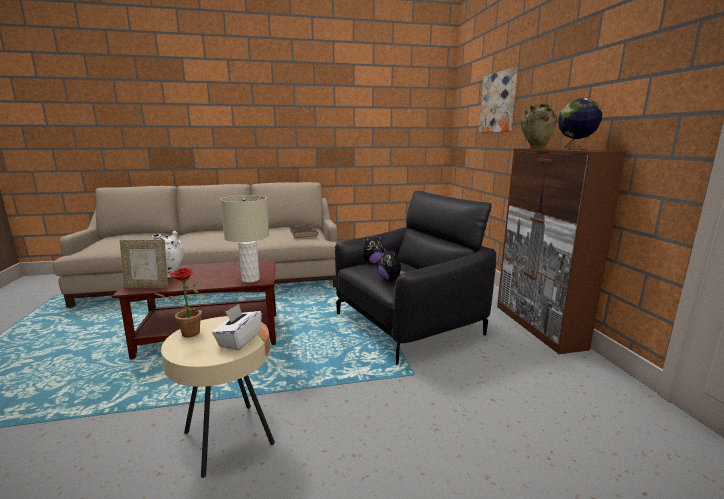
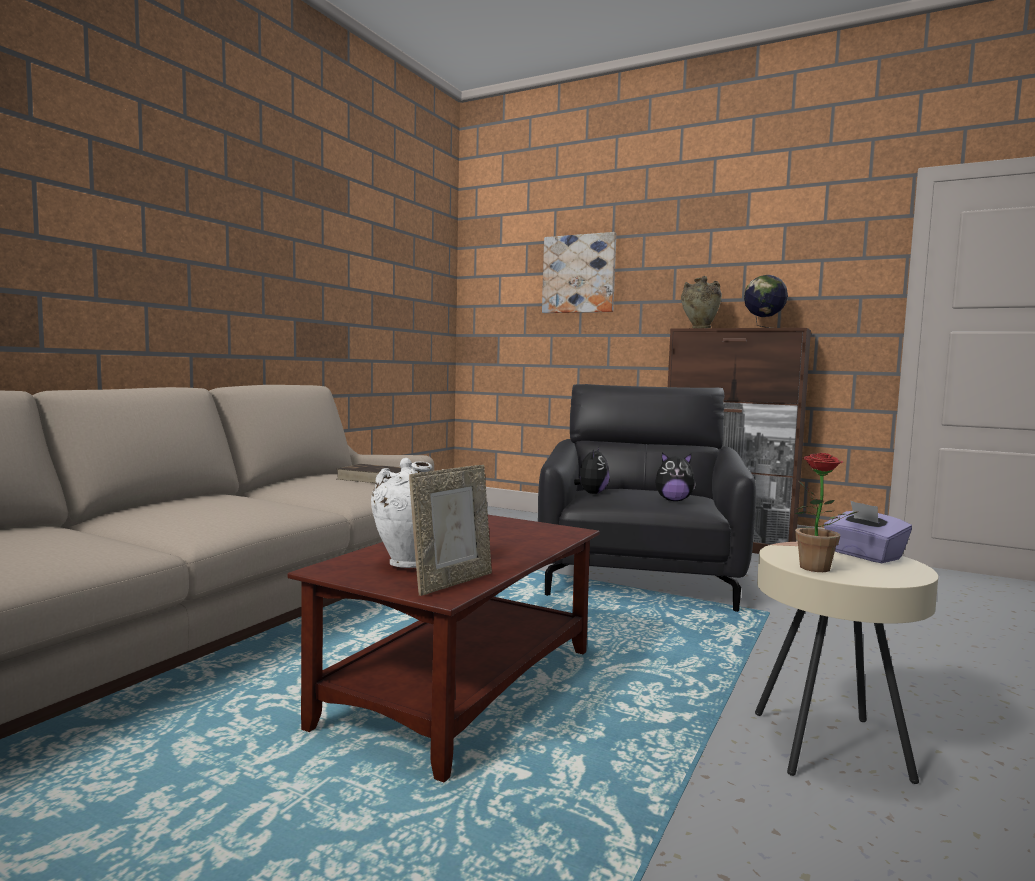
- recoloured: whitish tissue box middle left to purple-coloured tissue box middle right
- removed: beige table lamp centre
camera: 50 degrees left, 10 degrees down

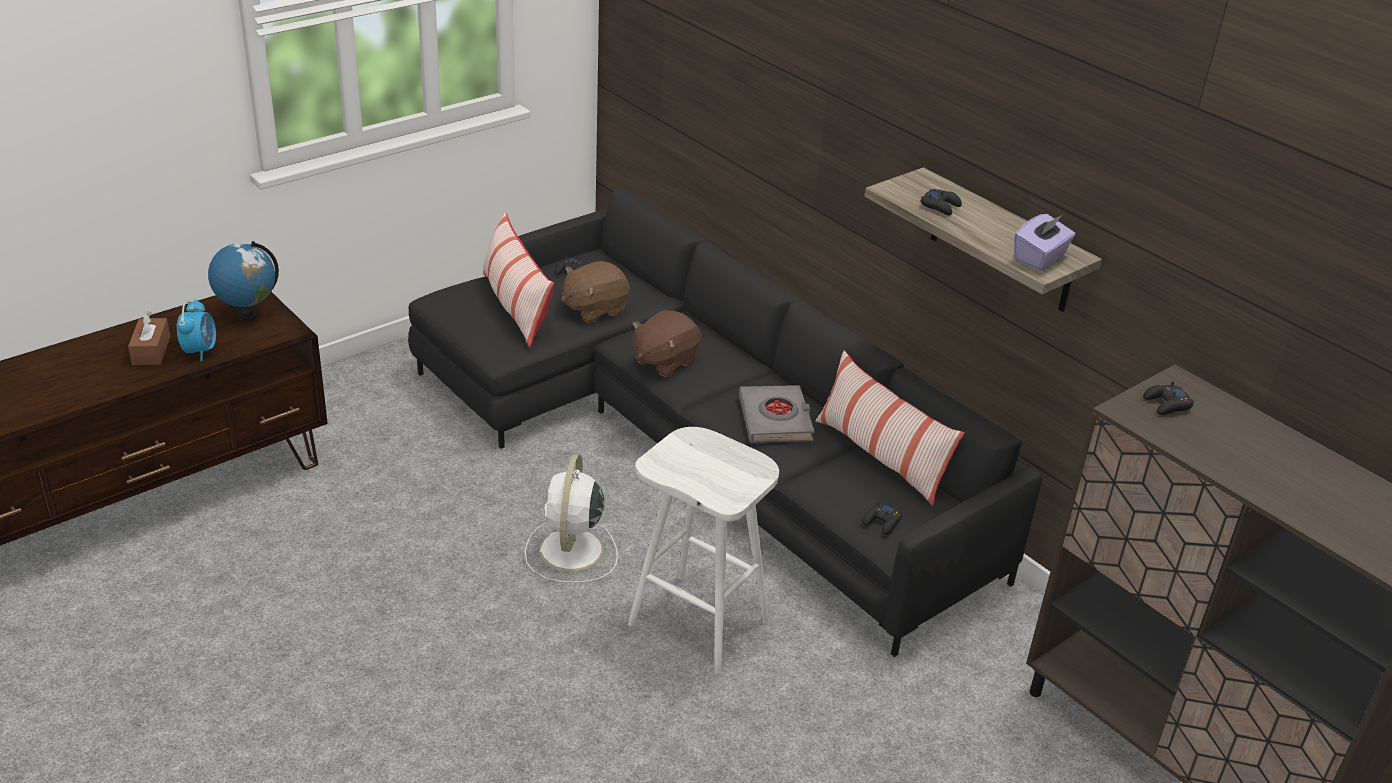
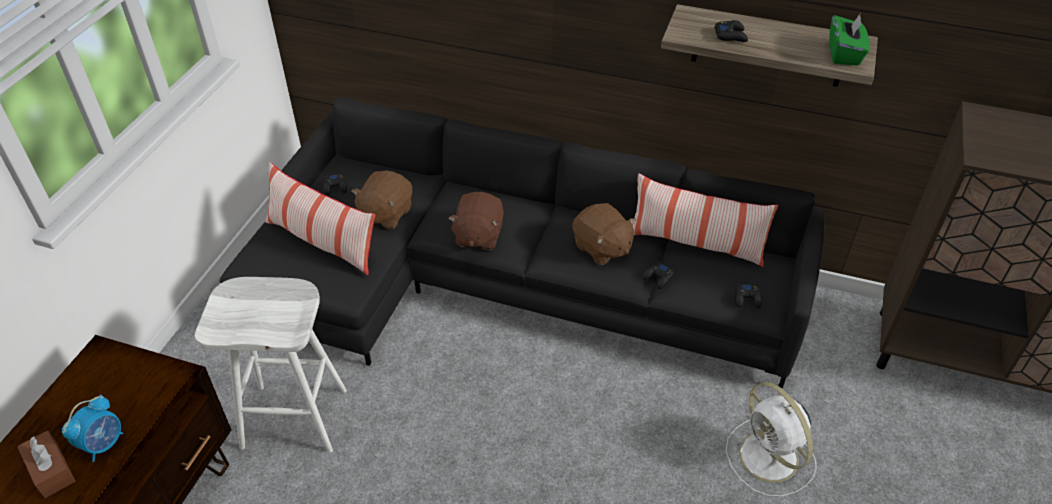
- turned: table clock middle left = bottom left 60 degrees clockwise
- moved: whitish stool bottom centre to bottom left
- replaced: gray book centre to brown-coloured plush toy (3rd from left) centre
- moved: black gamepad (4th from left in the first image) middle right to black gamepad (2nd from left) centre
- moved: whitish fan centre to bottom right
- recoloured: purple-coloured tissue box top right to green tissue box top right
- removed: desk globe middle left
camera: 30 degrees left, 10 degrees up

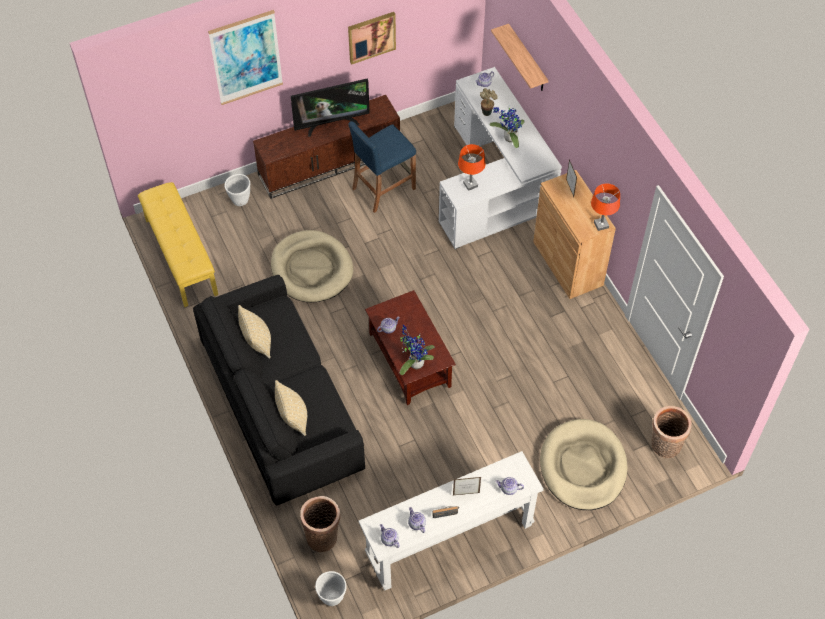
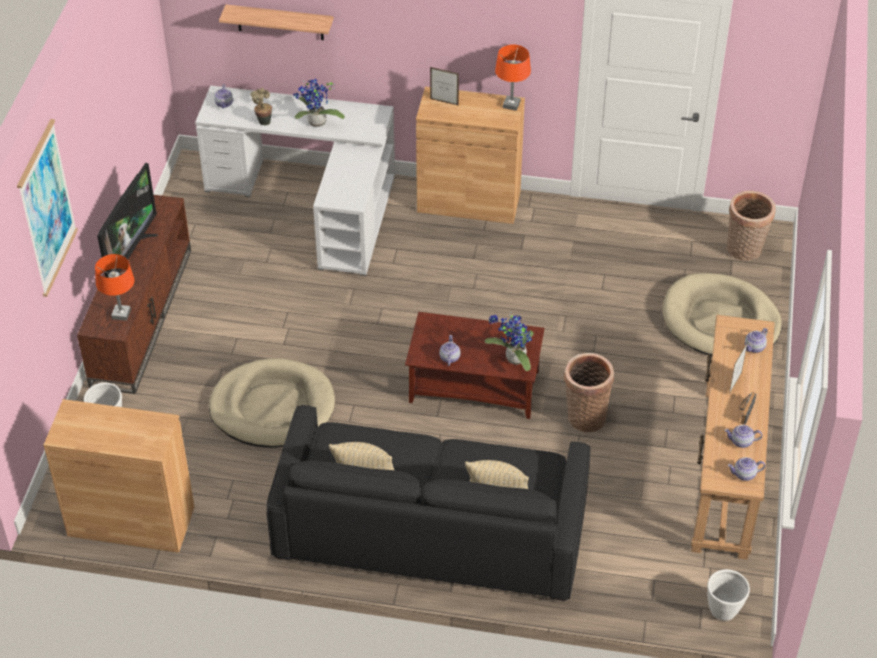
- replaced: yellowish long seat middle left to brown-coloured cupboard (1st from left) bottom left
- moved: orange table lamp (1st from left) top centre to middle left
- moved: basket (1st from left) bottom centre to middle right
- recoloured: whitish hall table bottom centre to brown-coloured hall table middle right
- removed: wall art (2nd from left) top centre
- removed: blue stool top centre
camera: 55 degrees left, 10 degrees down

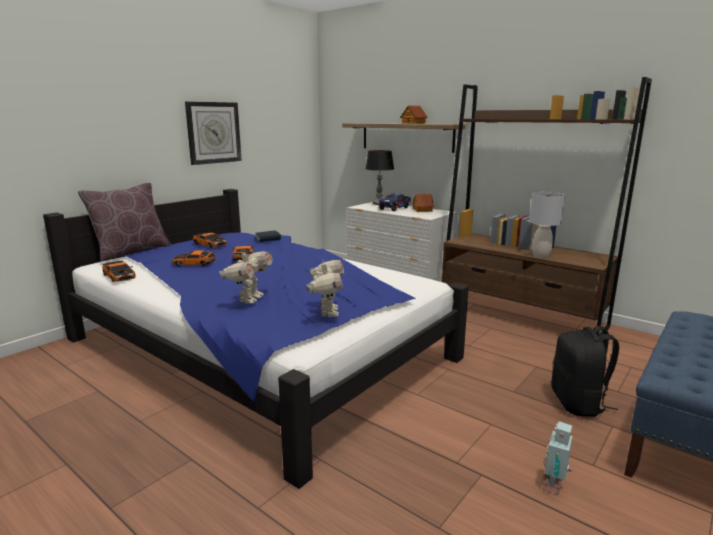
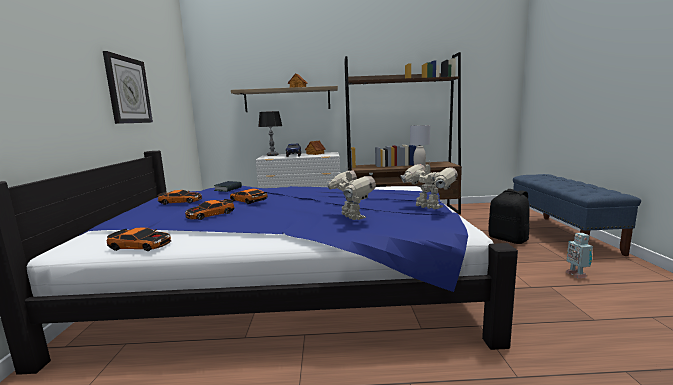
- removed: brown-coloured cushion middle left
camera: 40 degrees left, 5 degrees down

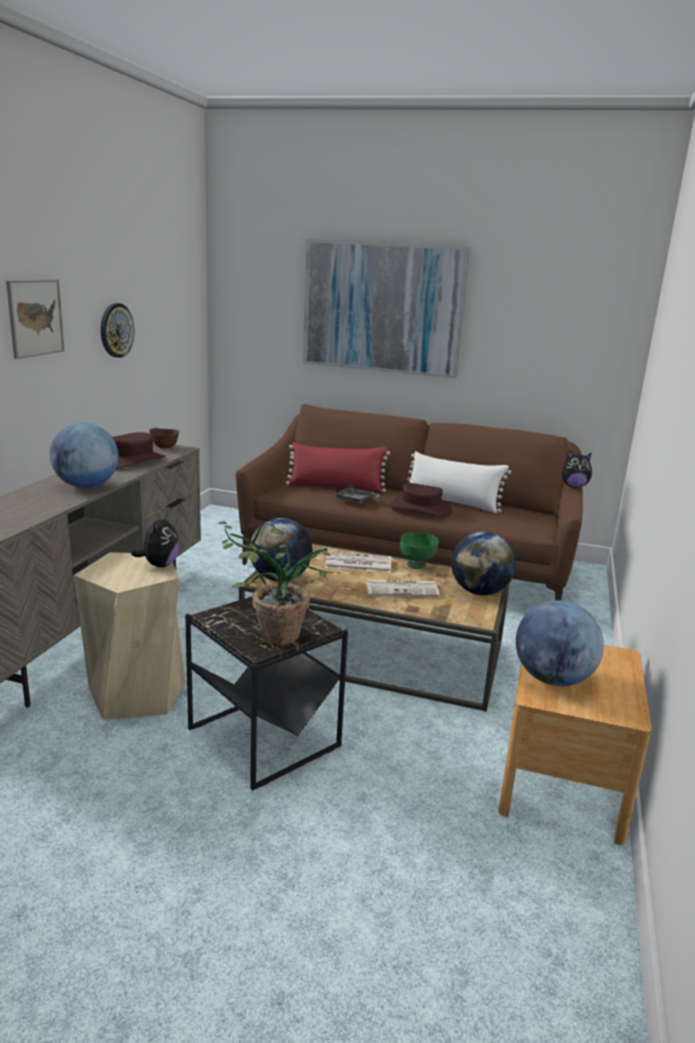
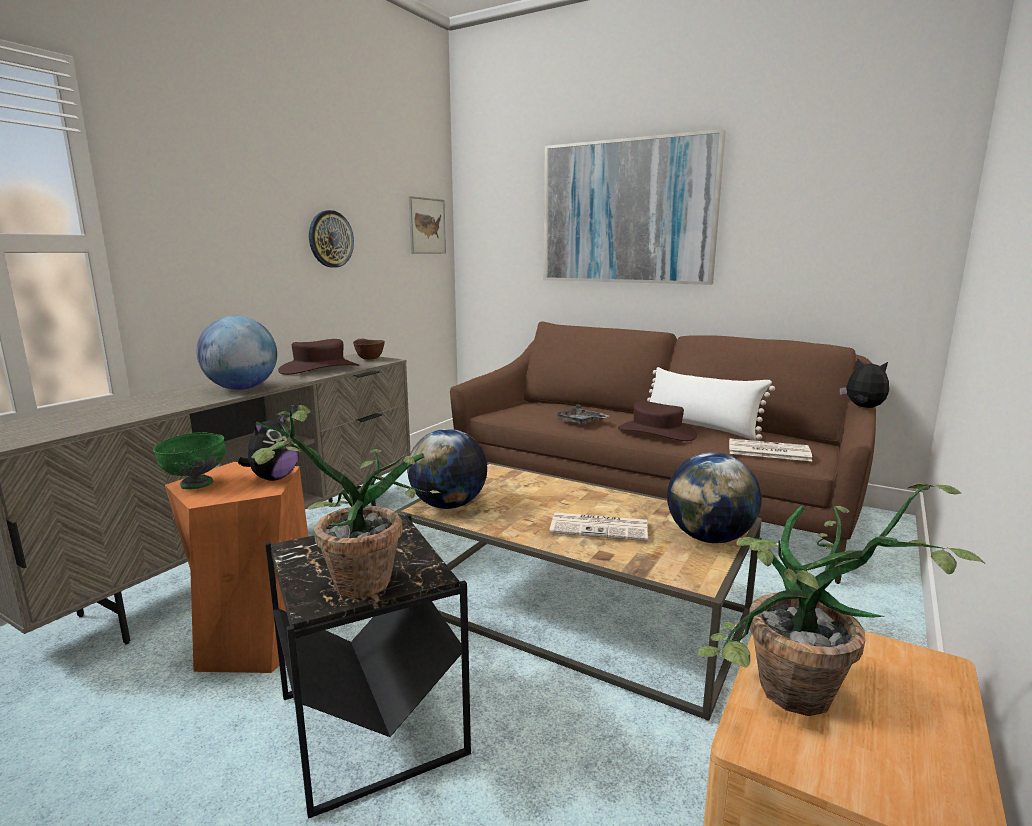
- moved: green deep dish centre to middle left
- recoloured: beige stool middle left to orange stool bottom left
- moved: wall art (1st from left) top left to top centre
- replaced: desk globe (4th from left) middle right to plant in a pot (2nd from left) bottom right
- moved: printed paper (1st from left in the first image) centre to printed paper (2nd from left) middle right
- turned: plush toy (2nd from left) middle right = middle right 150 degrees counterclockwise
- removed: red-coloured cushion centre
camera: 15 degrees right, 5 degrees down

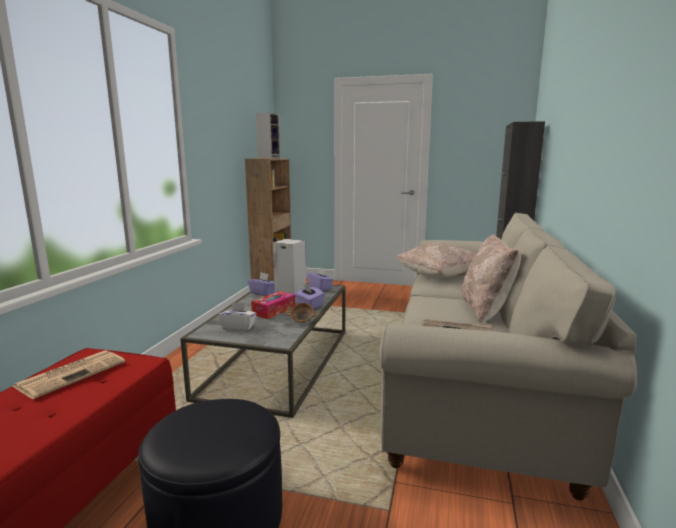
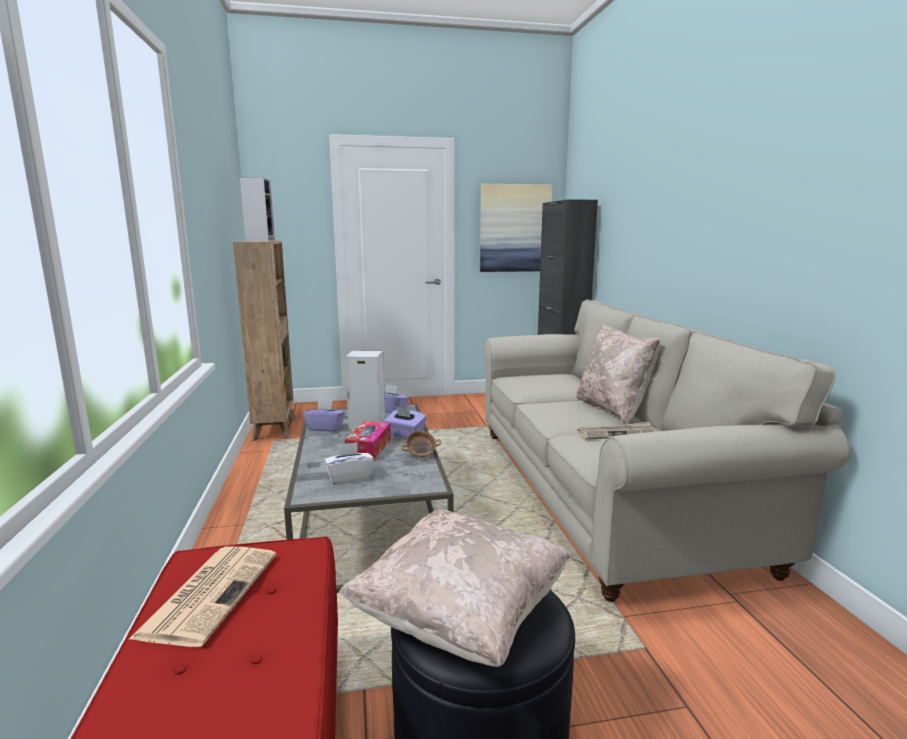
- moved: beige cushion (1st from left) centre to bottom centre
- added: wall art top centre
camera: 25 degrees left, 0 degrees up

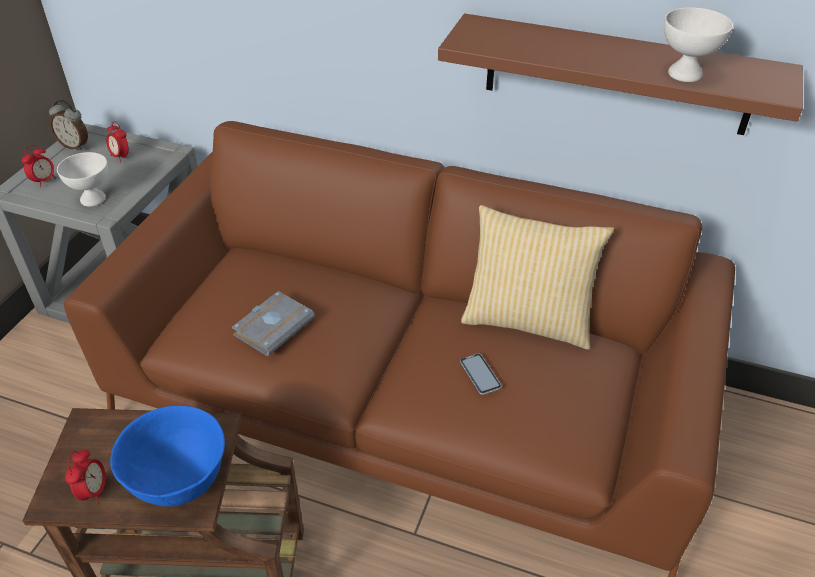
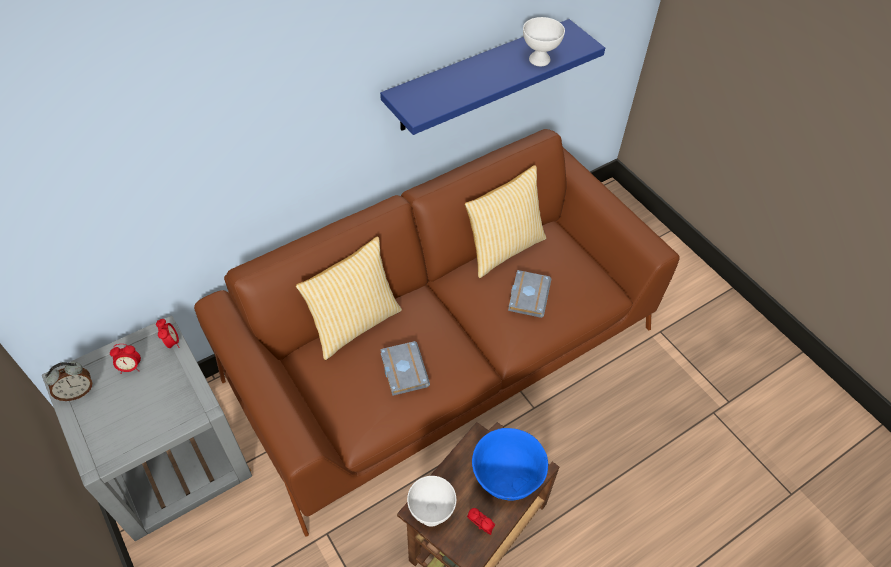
- moved: table clock (1st from left in the first image) top left to table clock (3rd from left) middle left
- added: cushion (1st from left) centre
- recoloured: brown-coloured shelf top right to blue shelf top centre
- moved: whitish deep dish (1st from left) top left to bottom centre
- replaced: handset centre to gray book (2nd from left) centre
camera: 55 degrees left, 10 degrees up

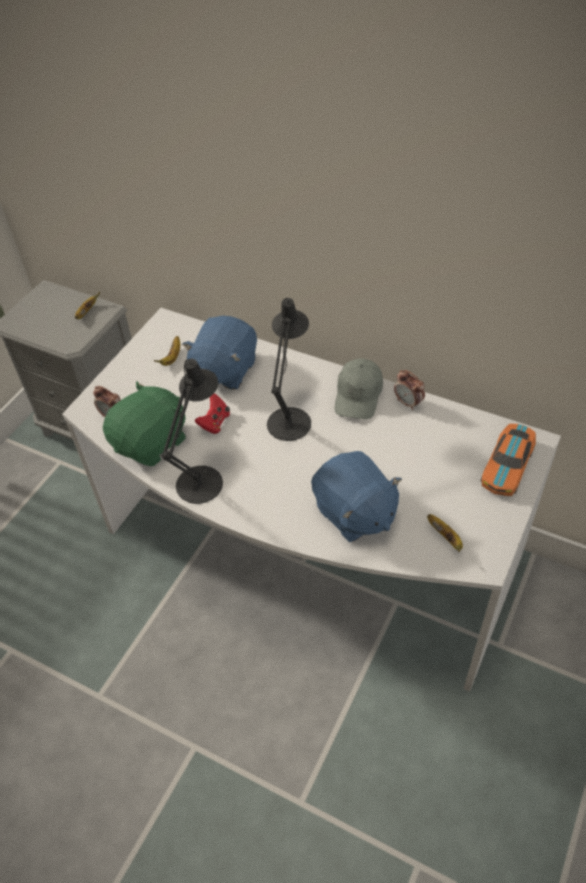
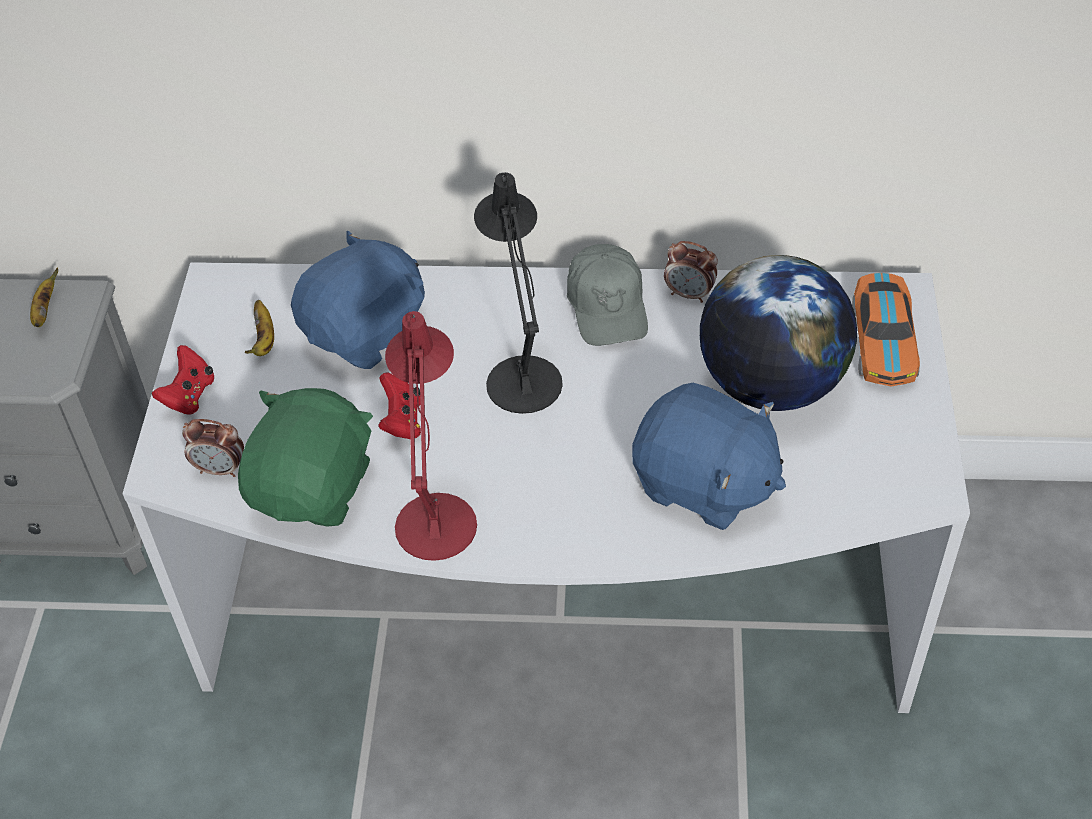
- added: red-coloured gamepad (1st from left) middle left
- turned: blue plush toy (1st from left) centre = middle left 135 degrees counterclockwise
- recoloured: black table lamp (1st from left) middle left to red-coloured table lamp centre
- added: desk globe middle right
- removed: banana (3rd from left) middle right
camera: 25 degrees left, 0 degrees up

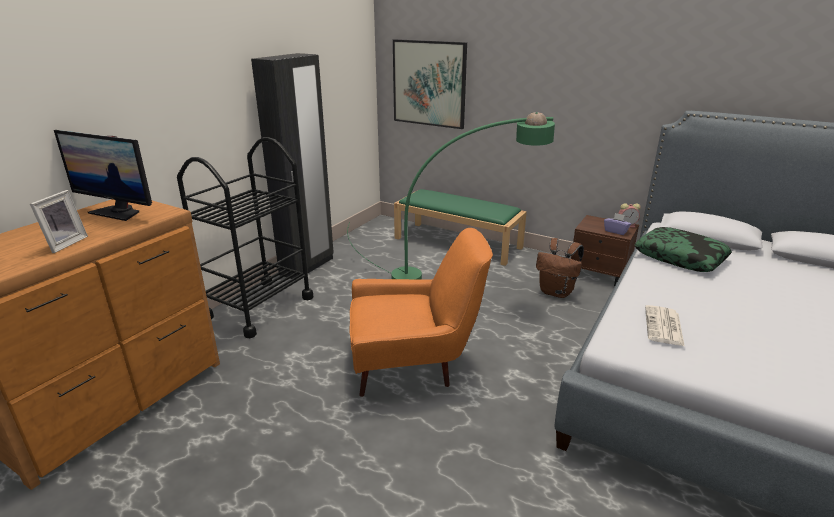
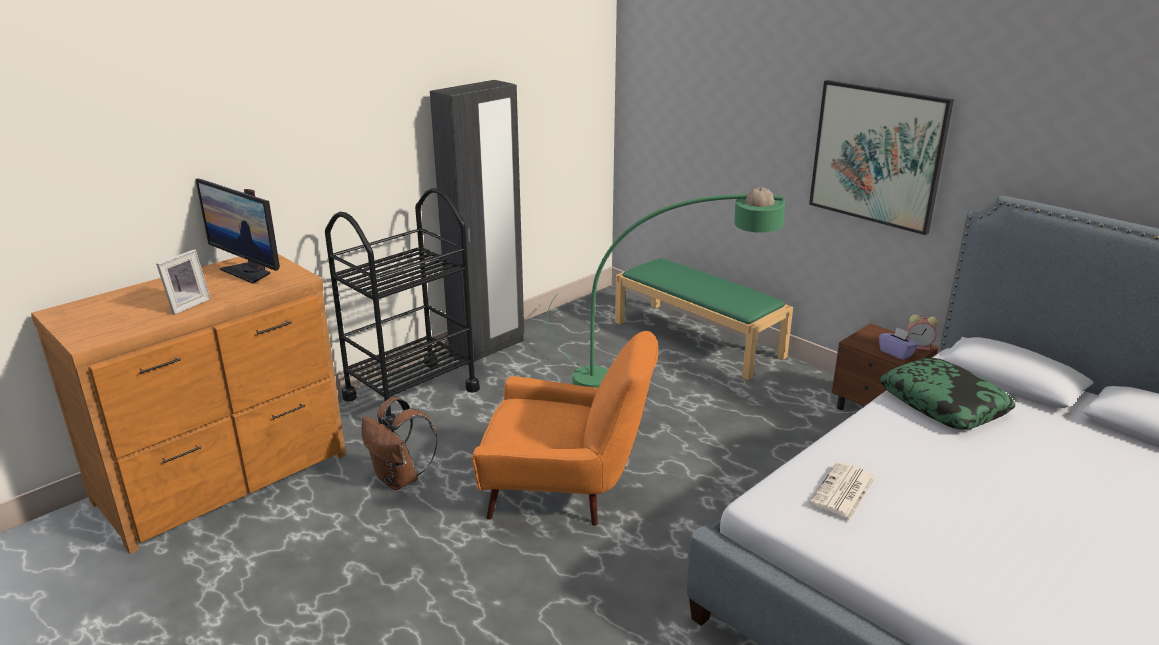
- moved: brown-coloured rucksack middle right to bottom centre
- moved: wall art top centre to top right
camera: 15 degrees right, 0 degrees up

